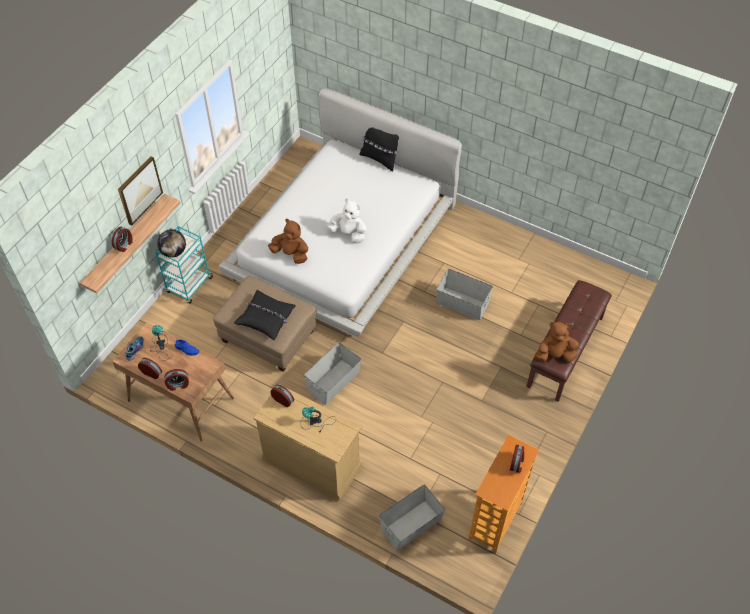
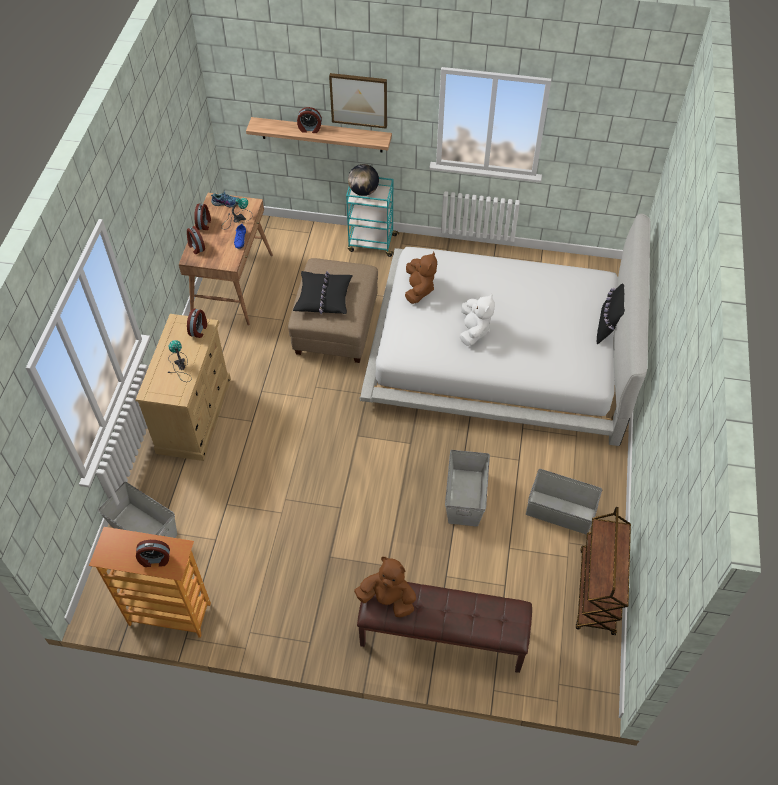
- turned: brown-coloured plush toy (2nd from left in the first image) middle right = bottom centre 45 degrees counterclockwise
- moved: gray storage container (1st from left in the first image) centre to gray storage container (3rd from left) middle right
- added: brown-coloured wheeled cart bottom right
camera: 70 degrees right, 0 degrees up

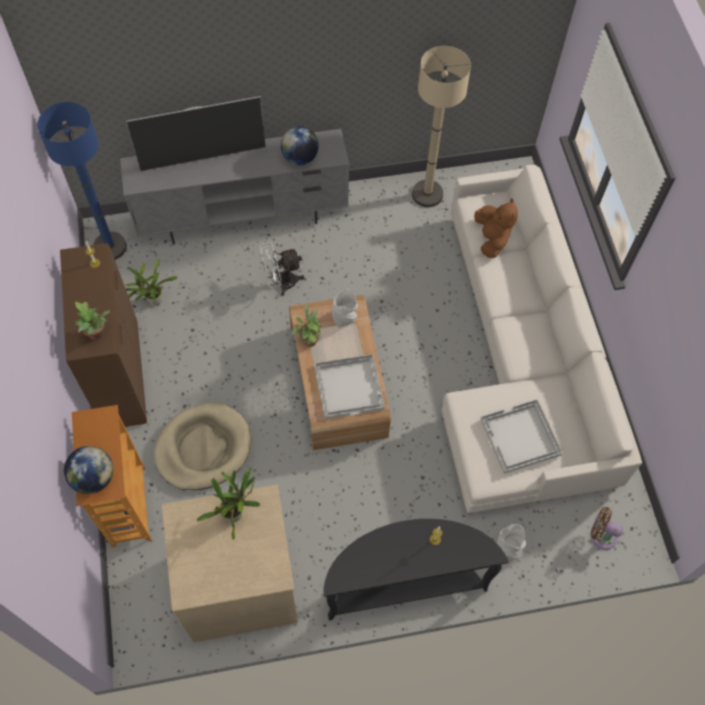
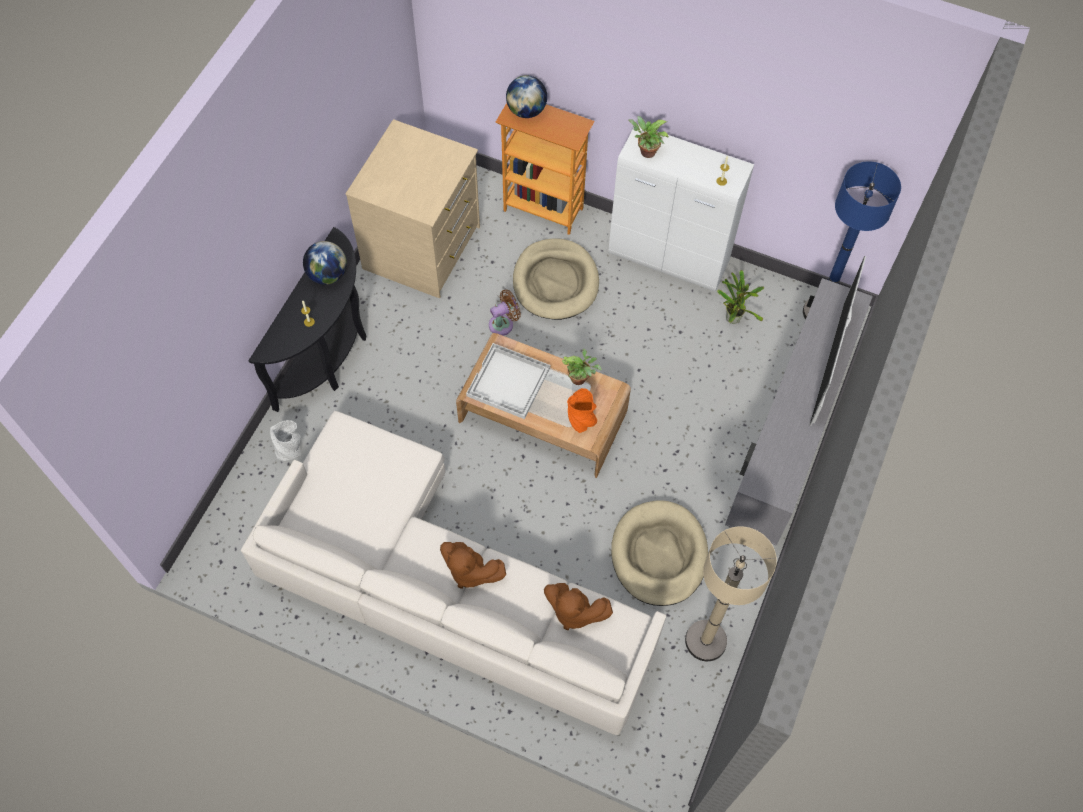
- moved: desk globe (2nd from left in the first image) top centre to desk globe (1st from left) top left
- added: brown-coloured plush toy (1st from left) bottom centre
- moved: brown-coloured fan bottom right to centre
- recoloured: gray flower vase (1st from left) centre to orange flower vase centre
- recoloured: brown-coloured cupboard middle left to whitish cupboard top centre
- added: beige pet bed (2nd from left) bottom centre
- removed: plant in a pot (3rd from left) bottom left
- removed: whitish fan centre
- removed: whitish serving tray (2nd from left) middle right
camera: 125 degrees right, 0 degrees up

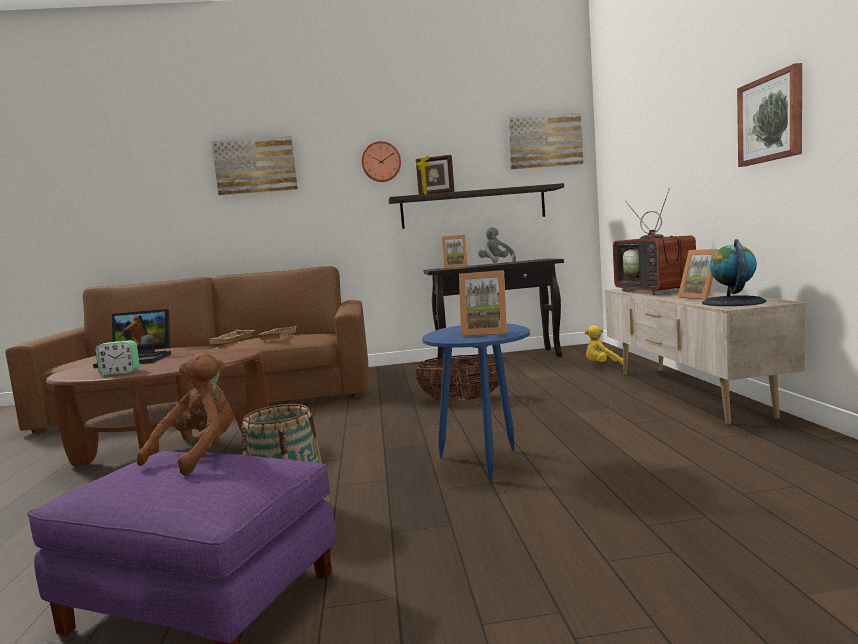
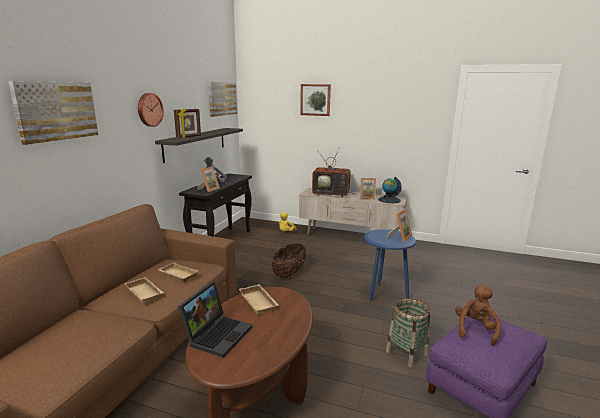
- added: beige serving tray (3rd from left) bottom centre
- moved: wall art (3rd from left) top right to top centre
- turned: brown-coloured plush toy middle left = bottom right 60 degrees clockwise
- removed: table clock middle left
camera: 65 degrees left, 10 degrees up

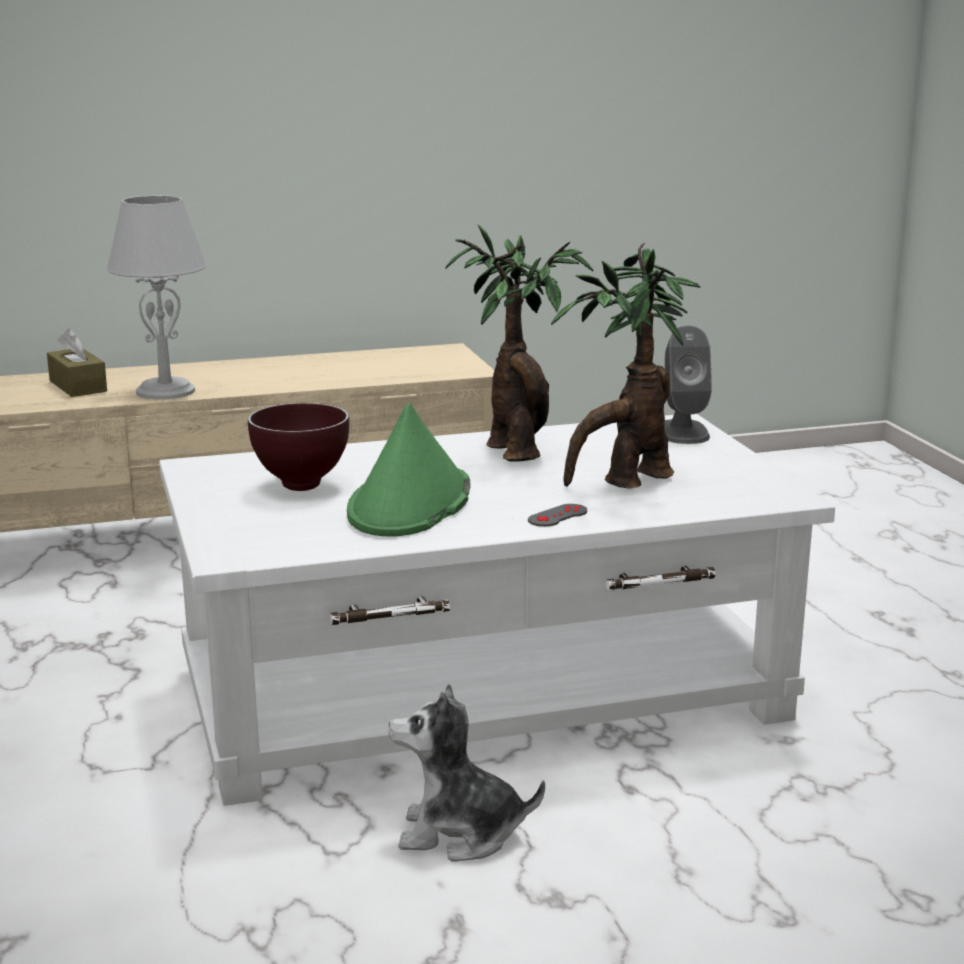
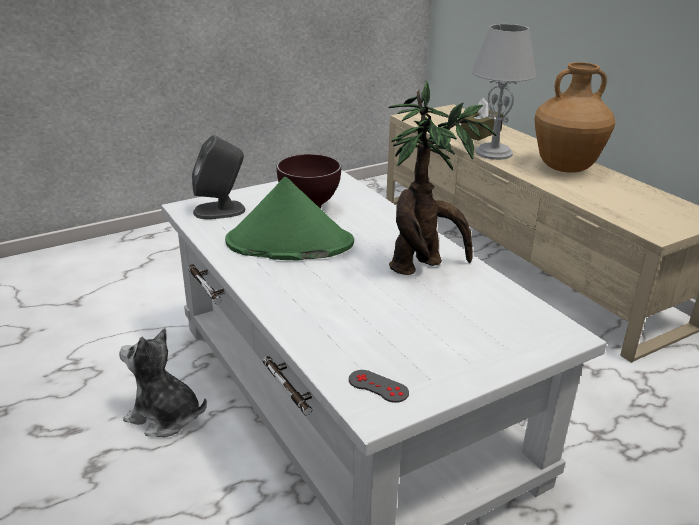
- turned: plush toy bottom centre = bottom left 60 degrees counterclockwise
- moved: gray loudspeaker middle right to middle left
- moved: gray gamepad centre to bottom centre
- added: brown-coloured flower vase top right
- removed: plant in a pot (2nd from left) centre
camera: 75 degrees right, 10 degrees up

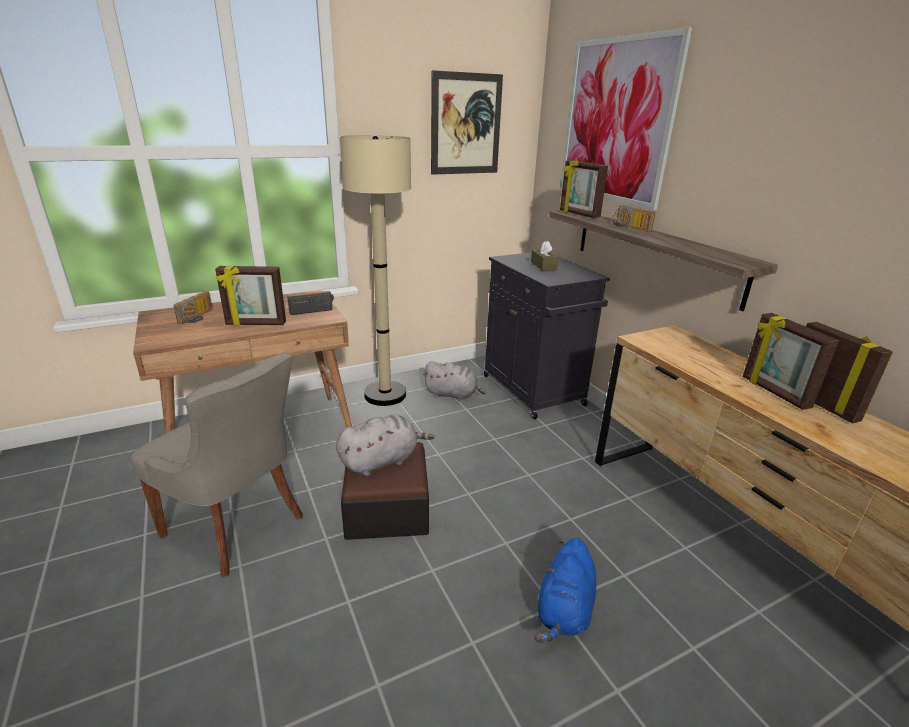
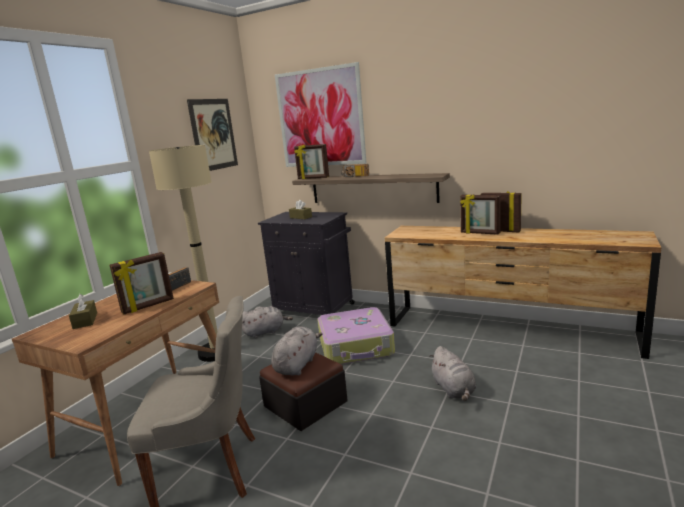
- replaced: radio receiver (1st from left) middle left to brown-coloured tissue box (1st from left) middle left
- added: piece of luggage centre
- recoloured: blue plush toy bottom centre to gray plush toy (3rd from left) bottom centre
camera: 35 degrees left, 10 degrees down

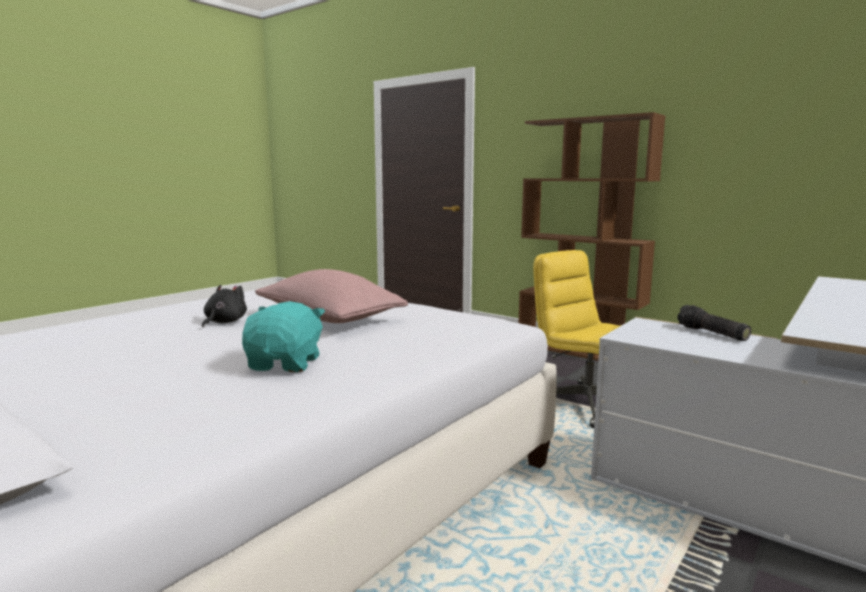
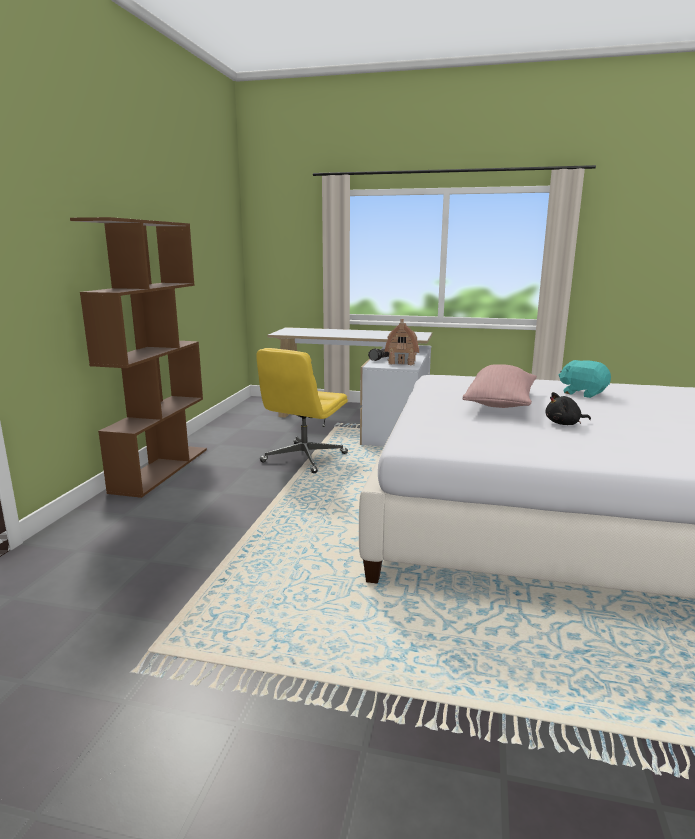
- added: model house centre
- turned: blue-green plush toy middle left = middle right 60 degrees clockwise
camera: 115 degrees left, 5 degrees up

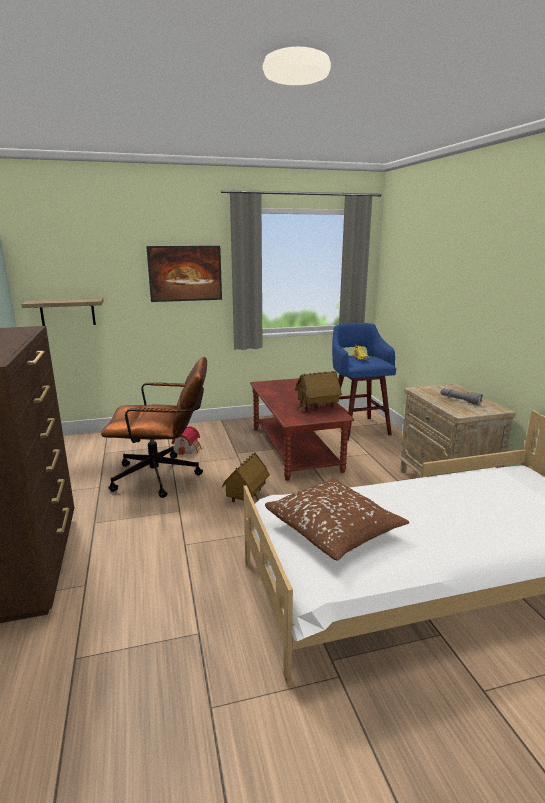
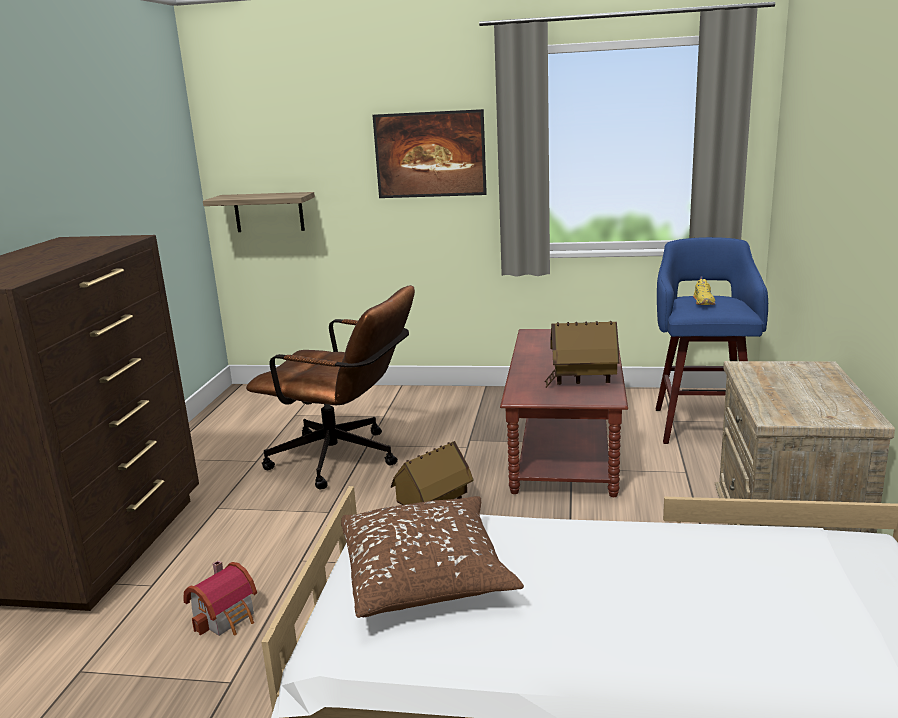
- moved: model house (1st from left) centre to bottom left
- removed: gray hand torch middle right
camera: 25 degrees right, 0 degrees up

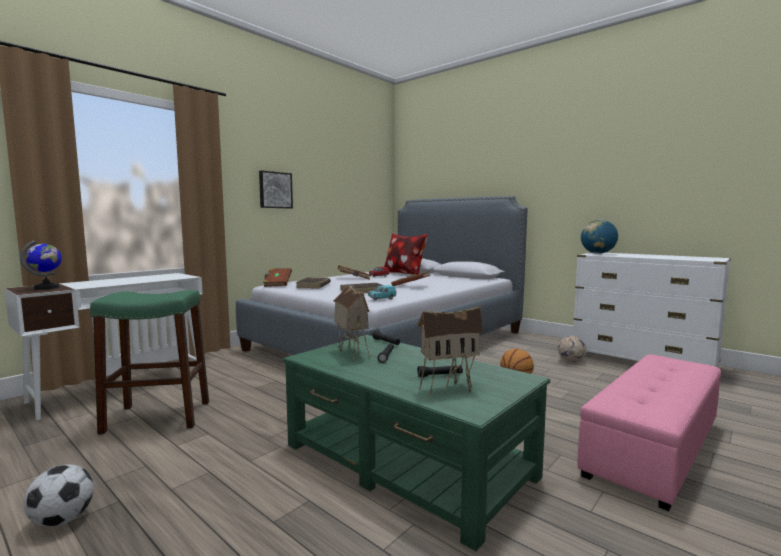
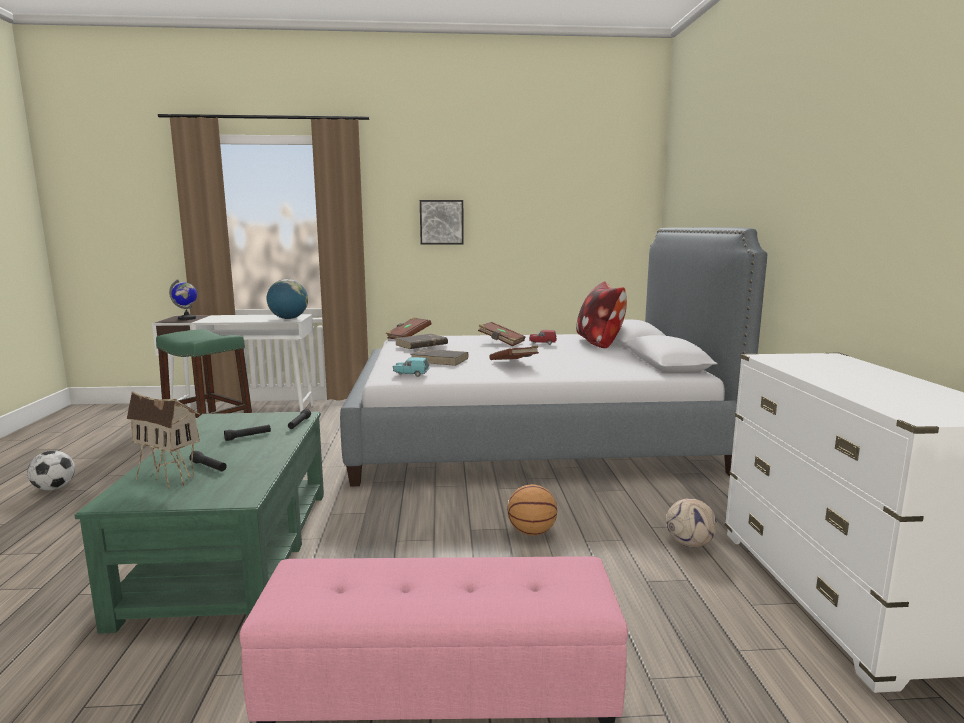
- moved: desk globe (2nd from left) middle right to middle left
- removed: model house (1st from left) centre
camera: 45 degrees right, 5 degrees up

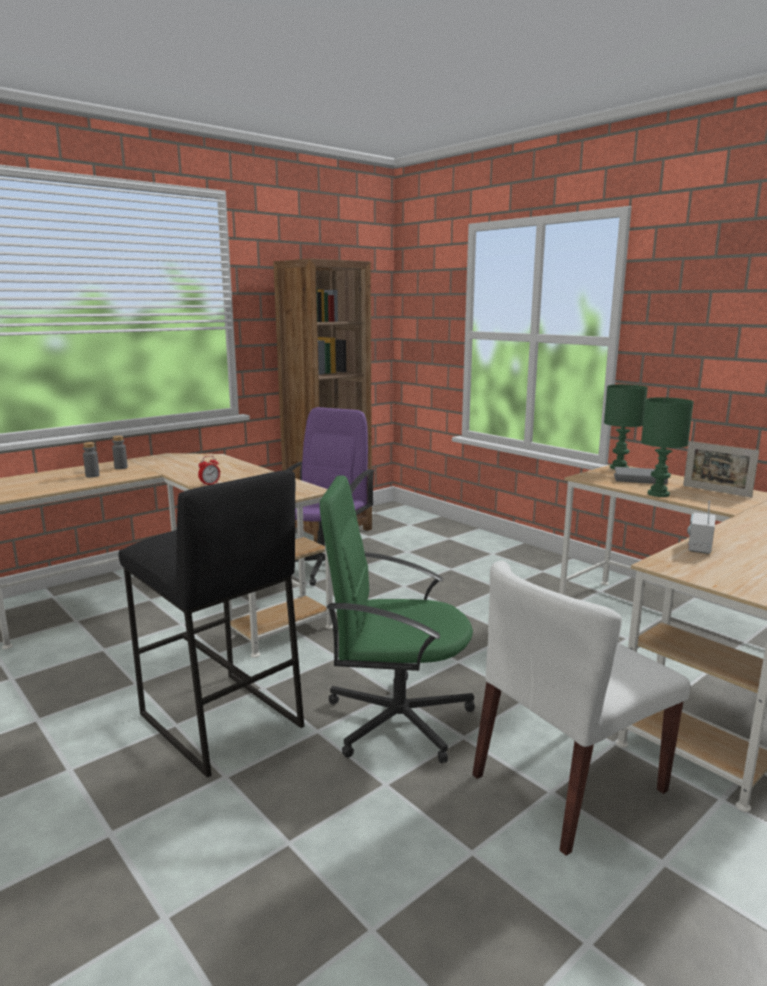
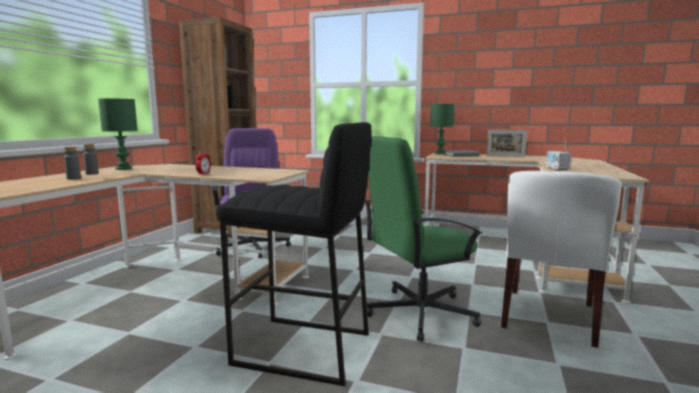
- moved: green table lamp (2nd from left in the first image) middle right to green table lamp (1st from left) middle left
camera: 30 degrees left, 5 degrees down

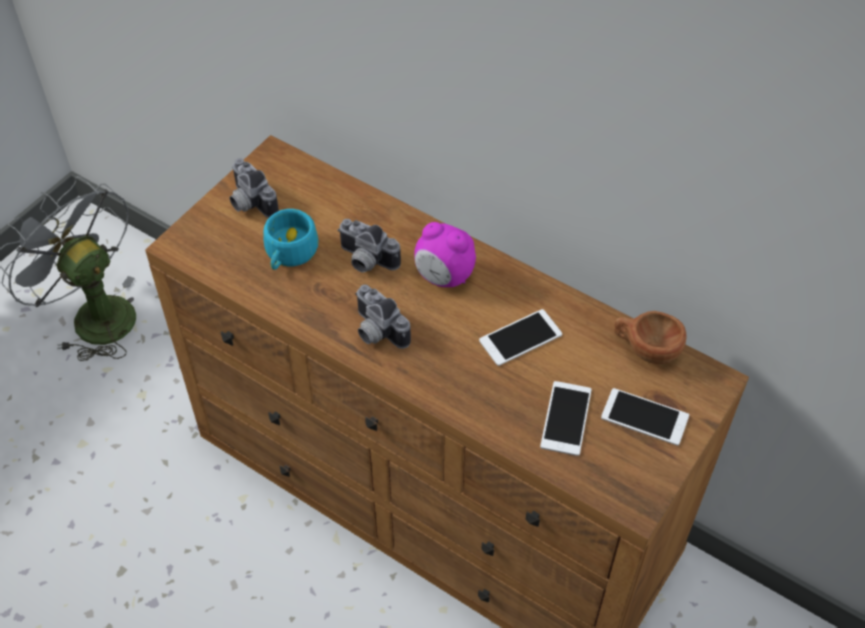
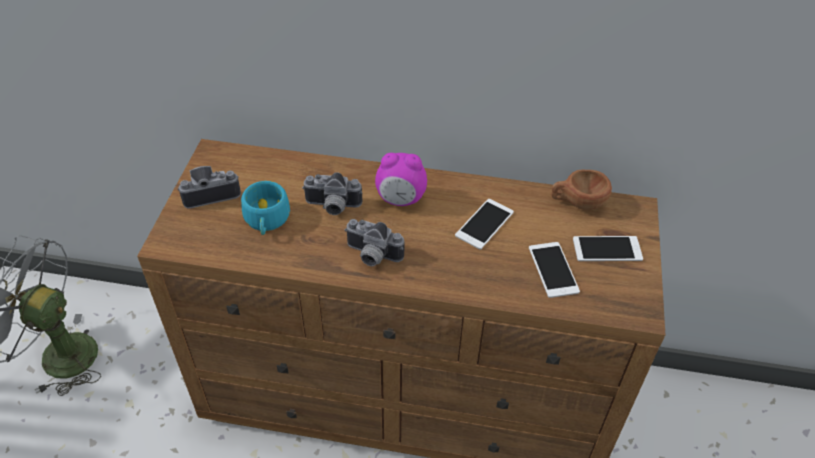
- turned: still camera (1st from left) top left = middle left 135 degrees clockwise
camera: 25 degrees left, 5 degrees down

